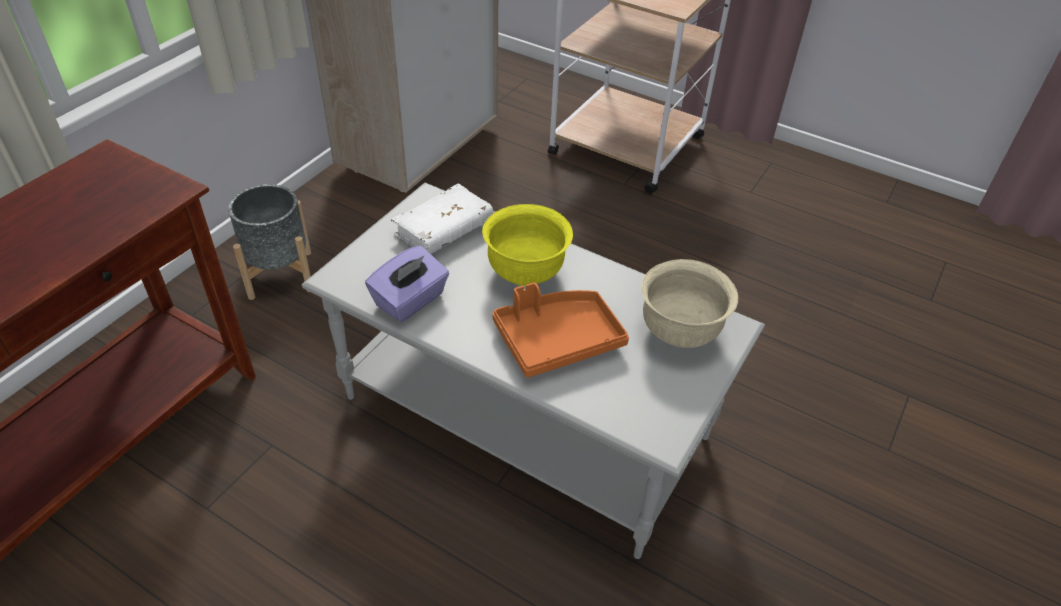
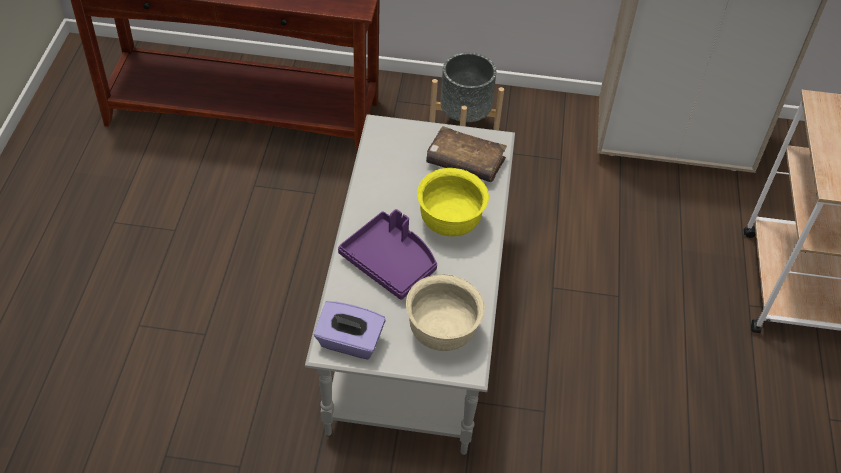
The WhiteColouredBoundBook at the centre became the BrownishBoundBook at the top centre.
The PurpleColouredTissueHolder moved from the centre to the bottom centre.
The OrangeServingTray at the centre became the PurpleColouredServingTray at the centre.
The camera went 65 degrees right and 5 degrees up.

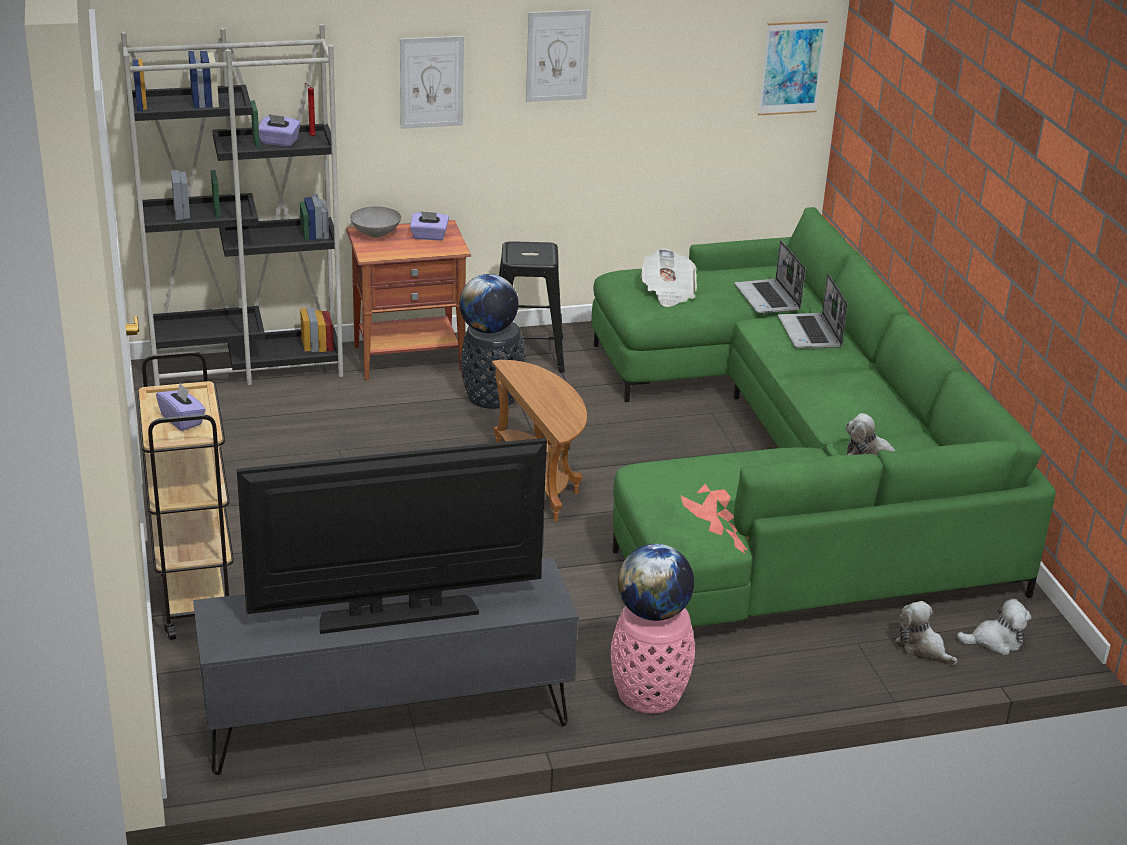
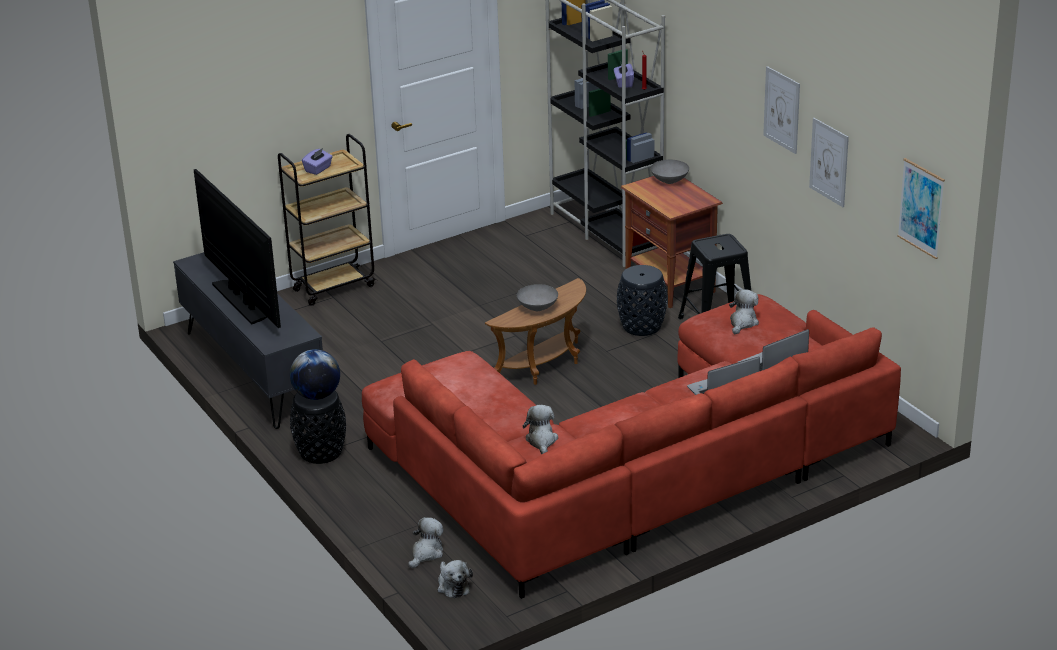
The WallArt (no. 1 from left in the first image) moved from the top centre to the top right.
The GreenSettee at the middle right became the RedSettee at the bottom centre.
The PurpleColouredTissueHolder (no. 3 from left) at the top centre disappeared.
The PrintedPaper at the top centre was replaced by the PlushToy (no. 4 from left) at the middle right.
The Globe (no. 1 from left) at the centre disappeared.
The PinkColouredSittingStool at the bottom centre became the BlackColouredSittingStool (no. 1 from left) at the middle left.
The GreyServingBowl (no. 1 from left) at the centre appeared.
The camera went 75 degrees right and 0 degrees up.

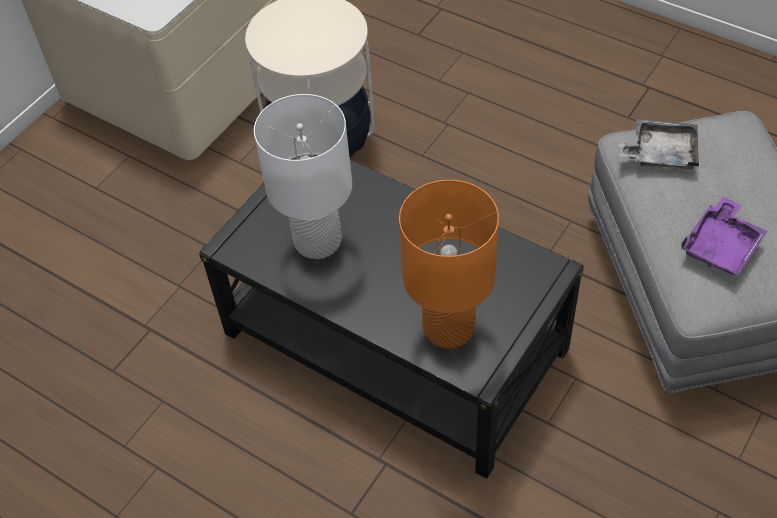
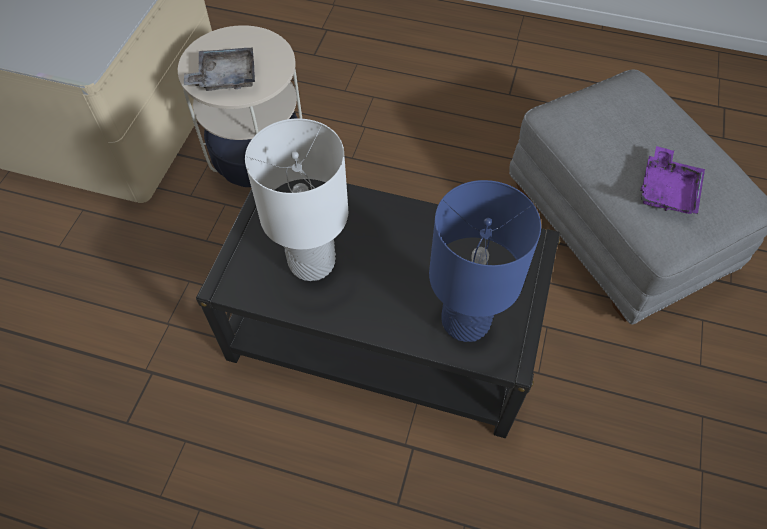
The GreyServingTray moved from the top right to the top left.
The OrangeTabletopLamp at the centre became the BlueTabletopLamp at the centre.
The camera went 20 degrees left and 5 degrees up.

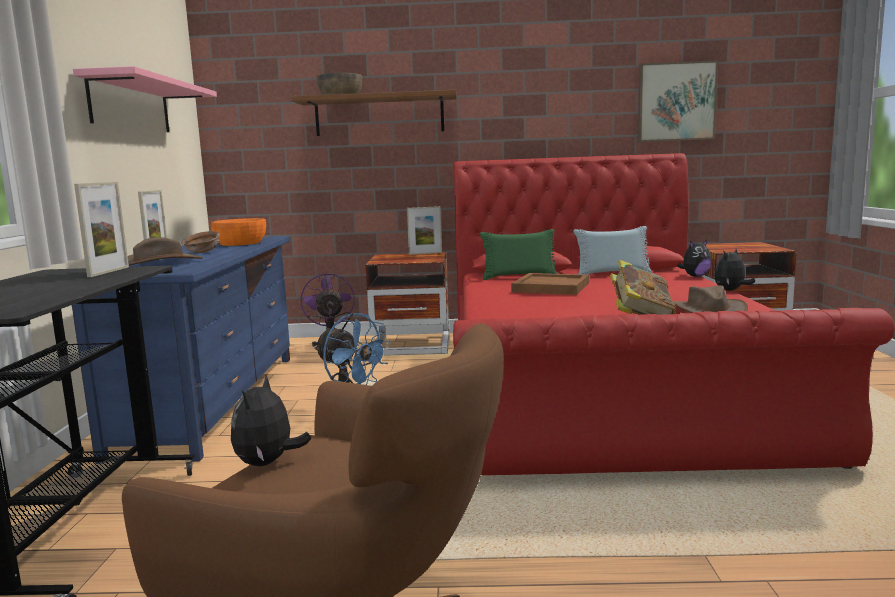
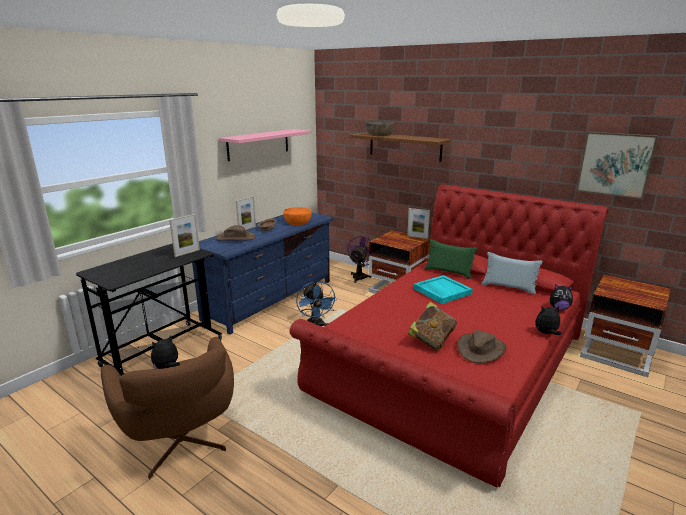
The BrownishServingTray at the centre became the BlueGreenServingTray at the centre.
The camera went 35 degrees right and 10 degrees up.

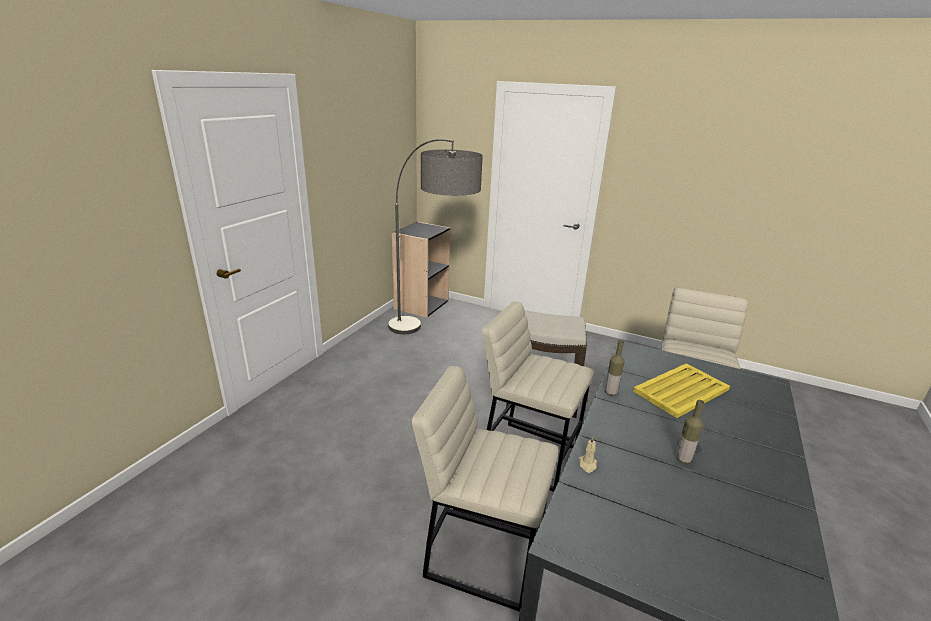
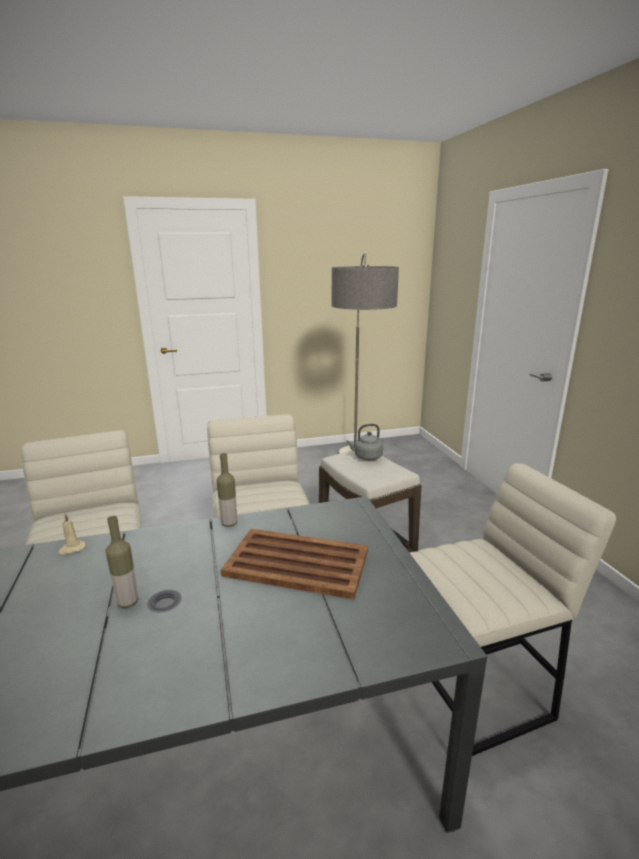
The BlackColouredBookshelf at the centre disappeared.
The YellowColouredServingTray at the middle right became the BrownishServingTray at the centre.
The GreyKettle at the centre appeared.
The camera went 50 degrees right and 5 degrees down.

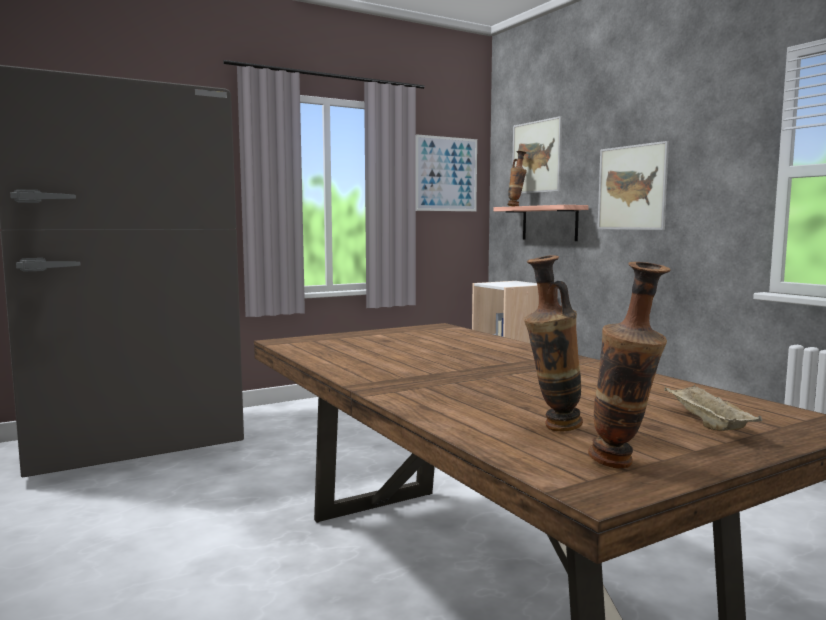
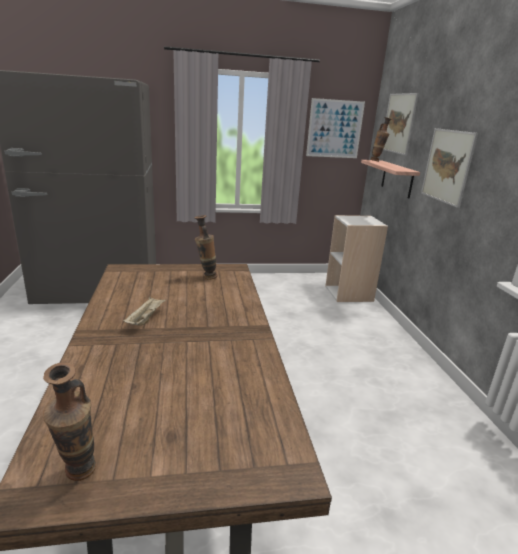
The FlowerVase (no. 2 from left) moved from the middle right to the centre.
The BeigeServingTray moved from the middle right to the middle left.
The camera went 20 degrees right and 15 degrees up.

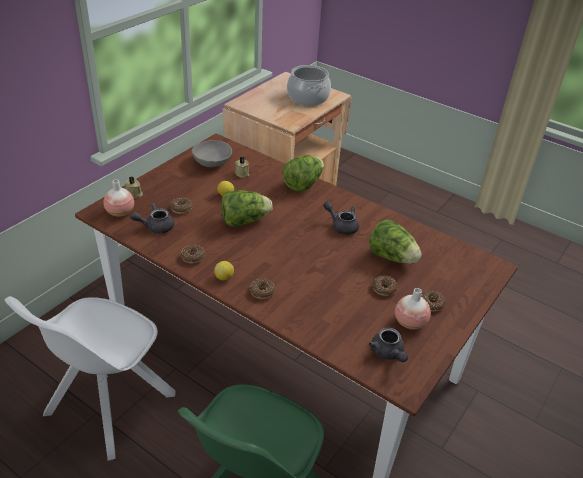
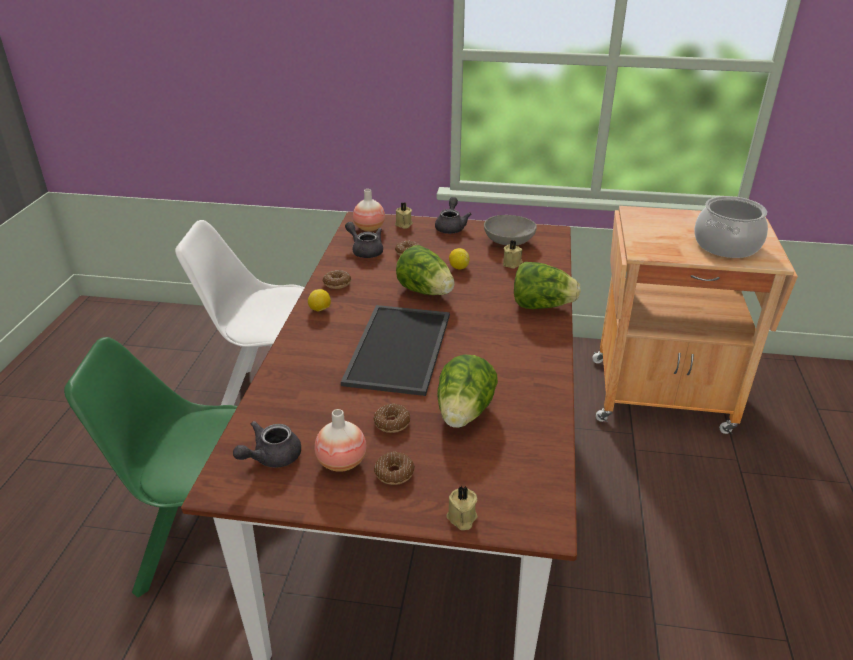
The GreyPotForTea (no. 2 from left in the first image) moved from the centre to the top centre.
The Donut (no. 3 from left) at the centre disappeared.
The ServingTray at the centre appeared.
The BeigeWaxCandle (no. 2 from left) at the bottom centre appeared.
The camera went 65 degrees right and 5 degrees down.

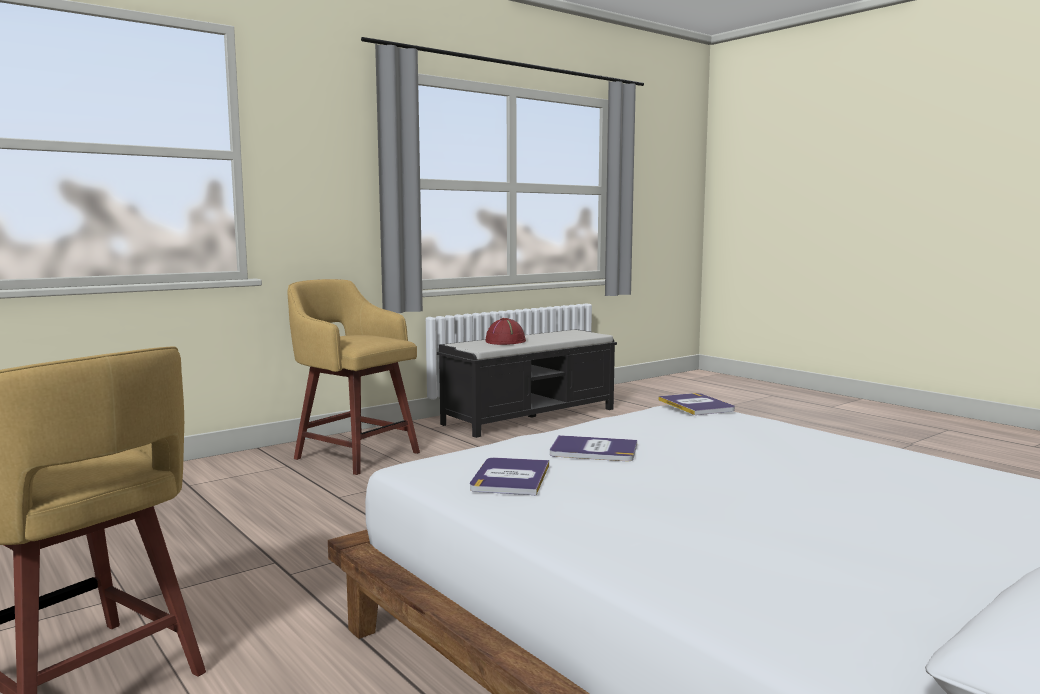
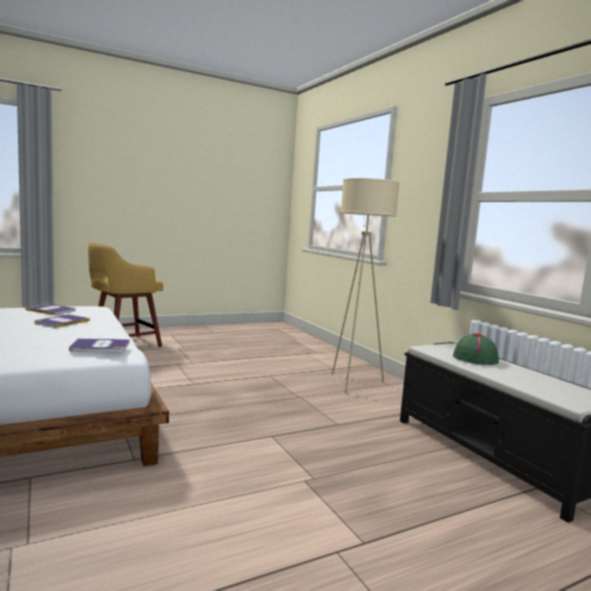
The YellowColouredSittingStool (no. 2 from left) at the centre was replaced by the BeigeStandardLamp at the centre.
The RedWearableHat at the centre became the GreenWearableHat at the middle right.
The camera went 100 degrees right and 0 degrees up.

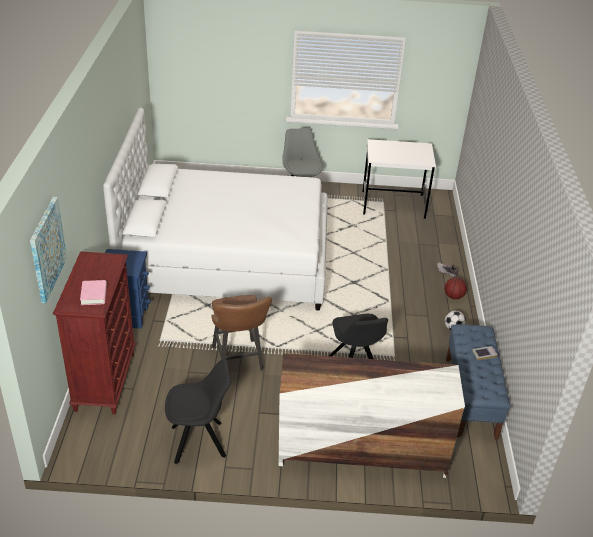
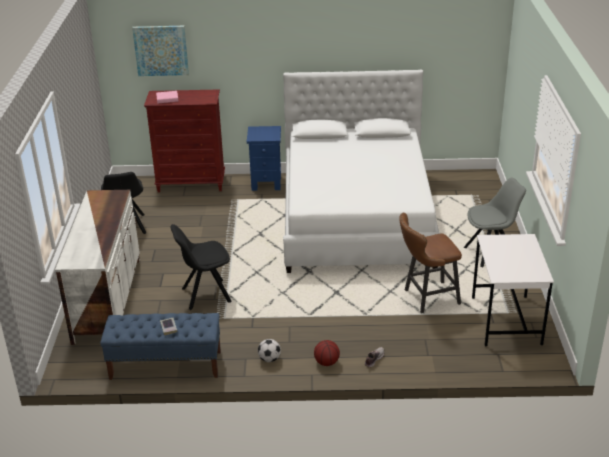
The BrownishSittingStool moved from the centre to the middle right.
The camera went 90 degrees right and 5 degrees down.

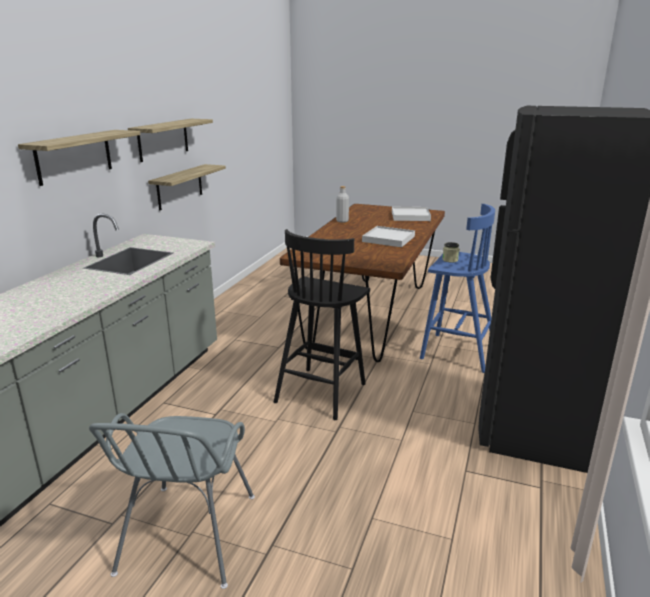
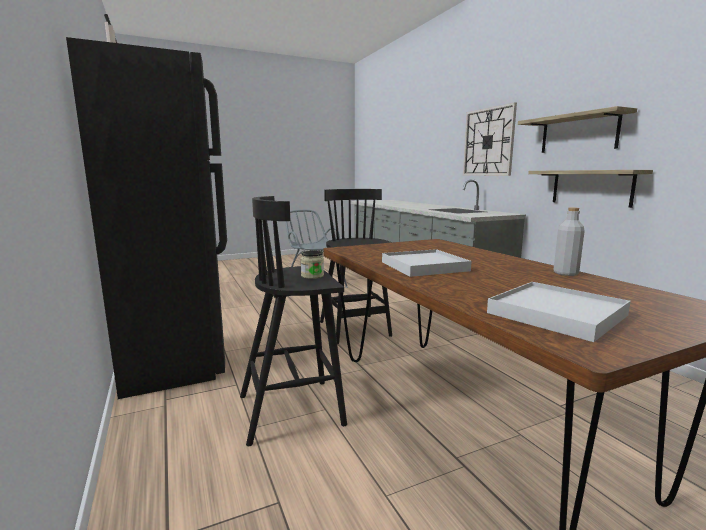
The WallShelf (no. 1 from left) at the top left was replaced by the HangingClock at the top right.
The BlueSittingStool at the middle right became the BlackColouredSittingStool (no. 1 from left) at the centre.
The camera went 135 degrees right and 10 degrees down.

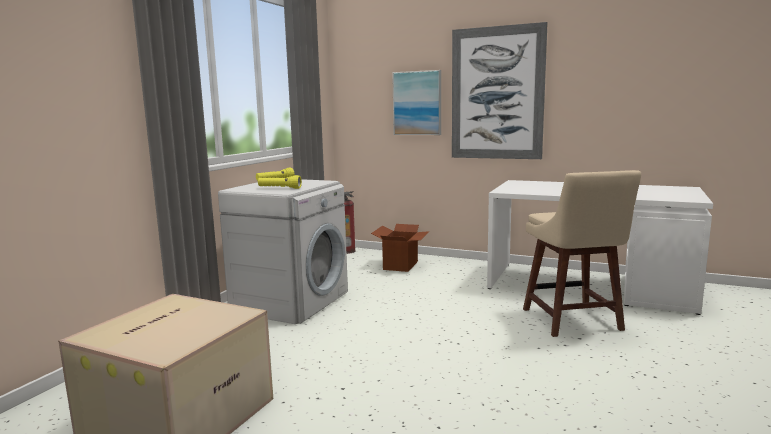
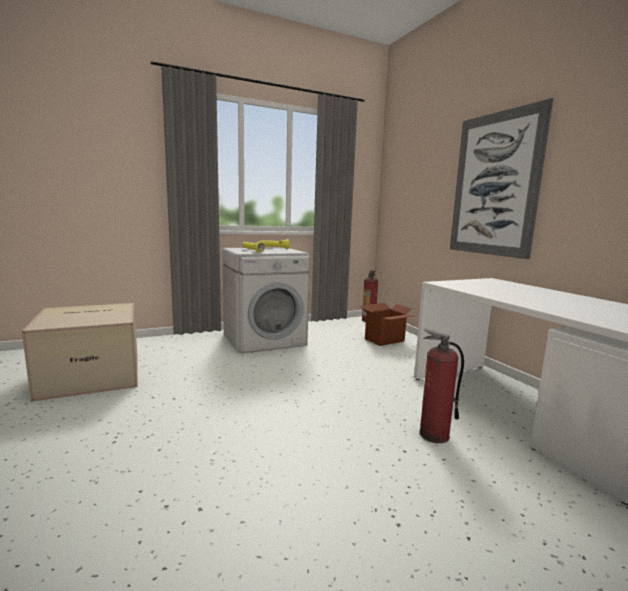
The WallArt (no. 1 from left) at the top centre disappeared.
The BeigeSittingStool at the middle right was replaced by the FireFightingCylinder (no. 2 from left) at the middle right.
The camera went 40 degrees right and 0 degrees up.

